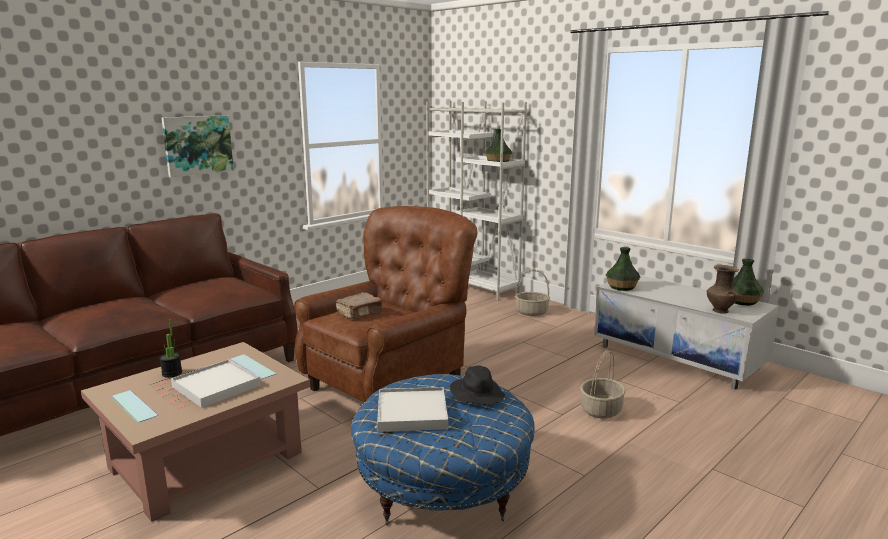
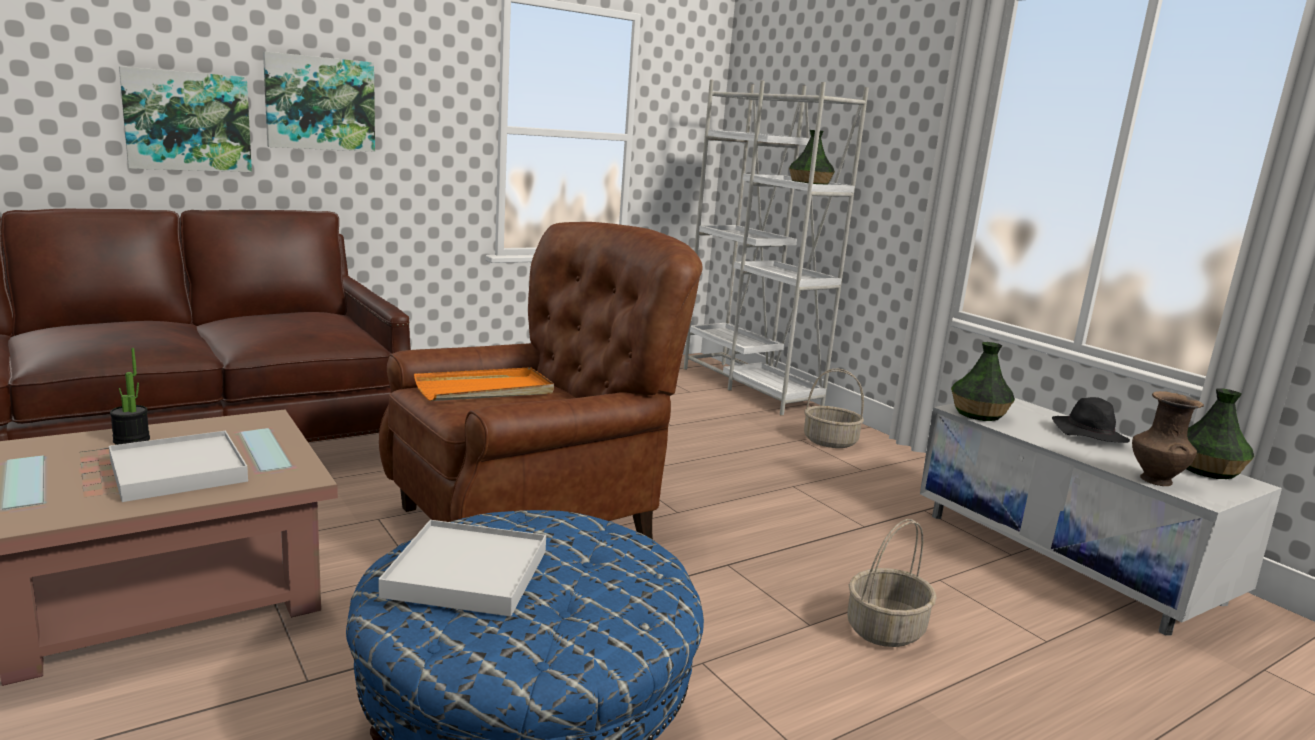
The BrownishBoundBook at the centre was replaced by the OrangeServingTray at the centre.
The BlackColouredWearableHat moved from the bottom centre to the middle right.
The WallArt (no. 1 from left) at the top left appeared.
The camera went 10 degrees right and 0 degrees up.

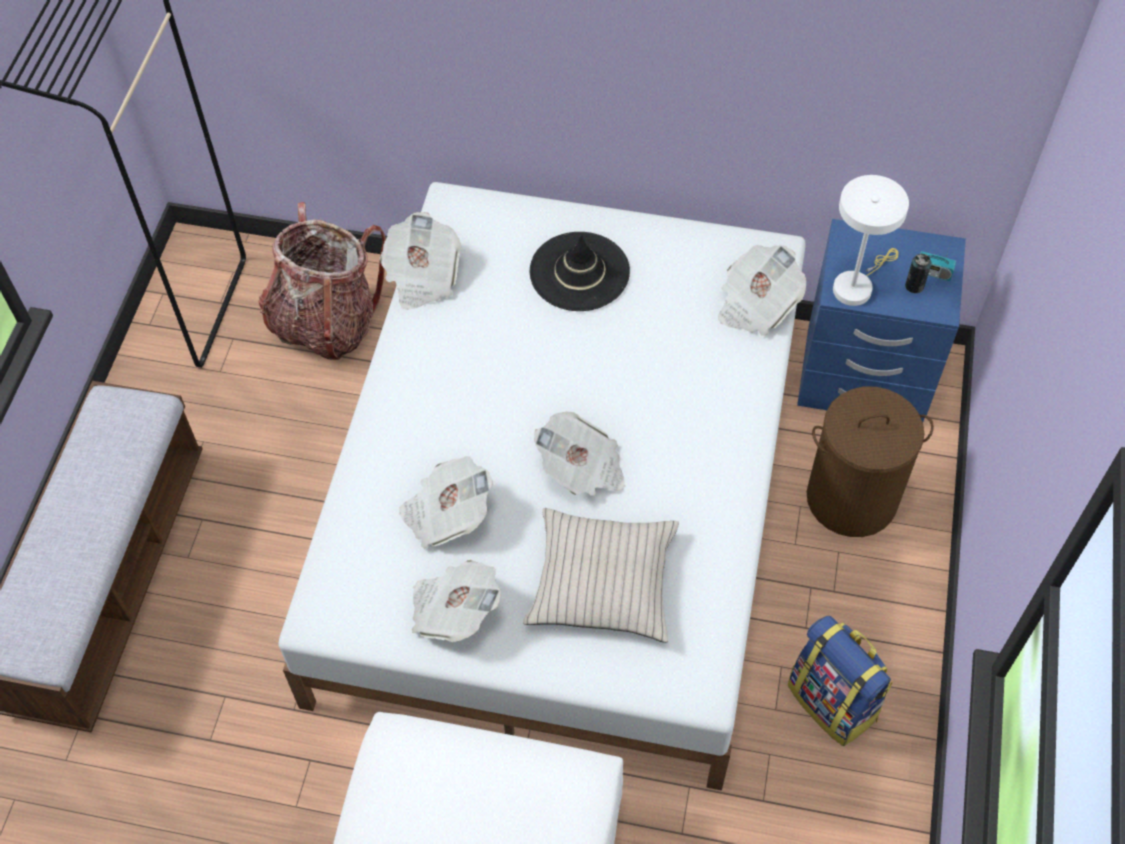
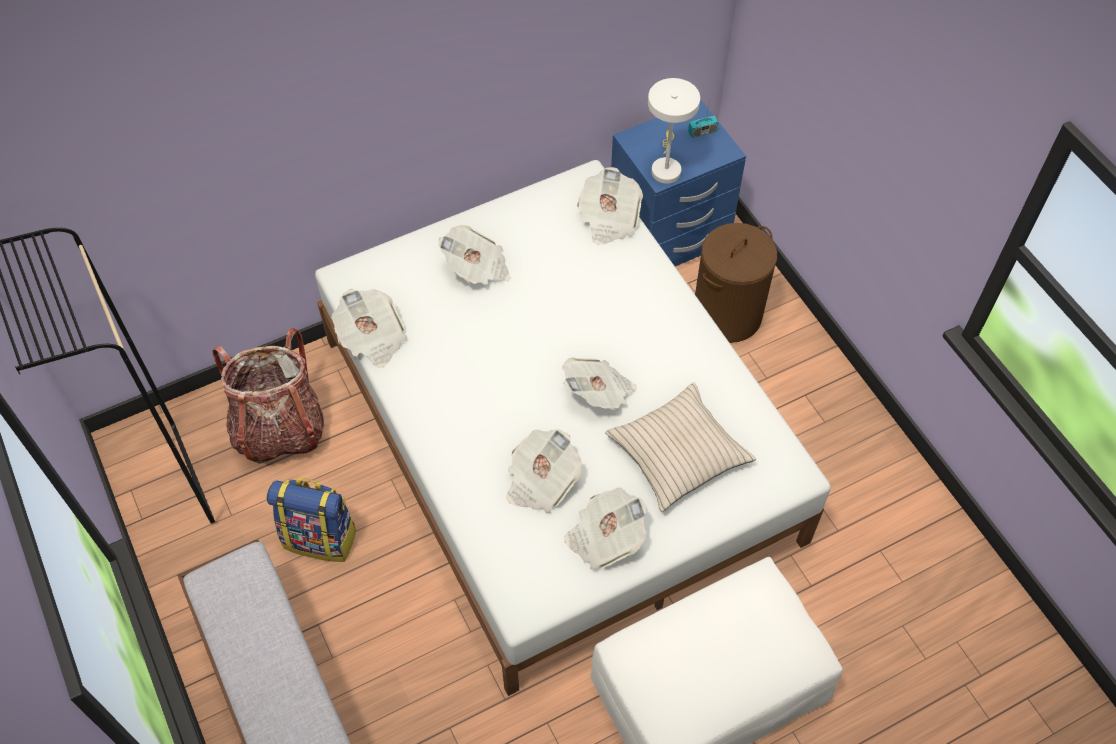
The BlackColouredWearableHat at the top centre was replaced by the PrintedPaper (no. 2 from left) at the centre.
The Can at the top right disappeared.
The Knapsack (no. 2 from left) moved from the bottom right to the bottom left.
The camera went 40 degrees left and 0 degrees up.

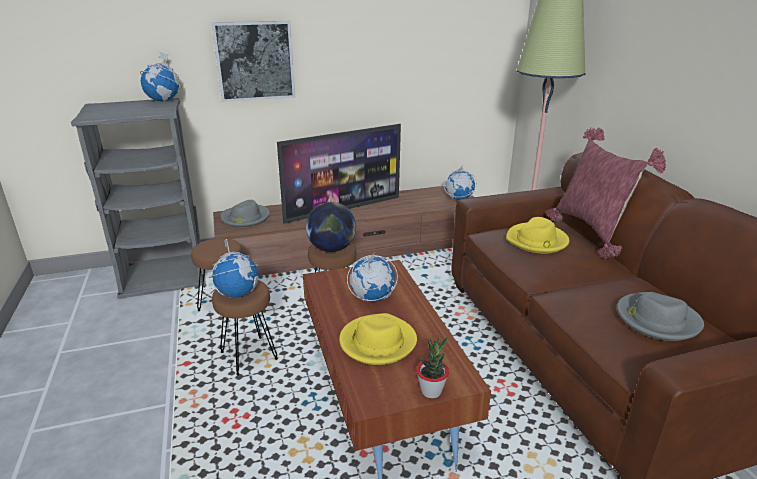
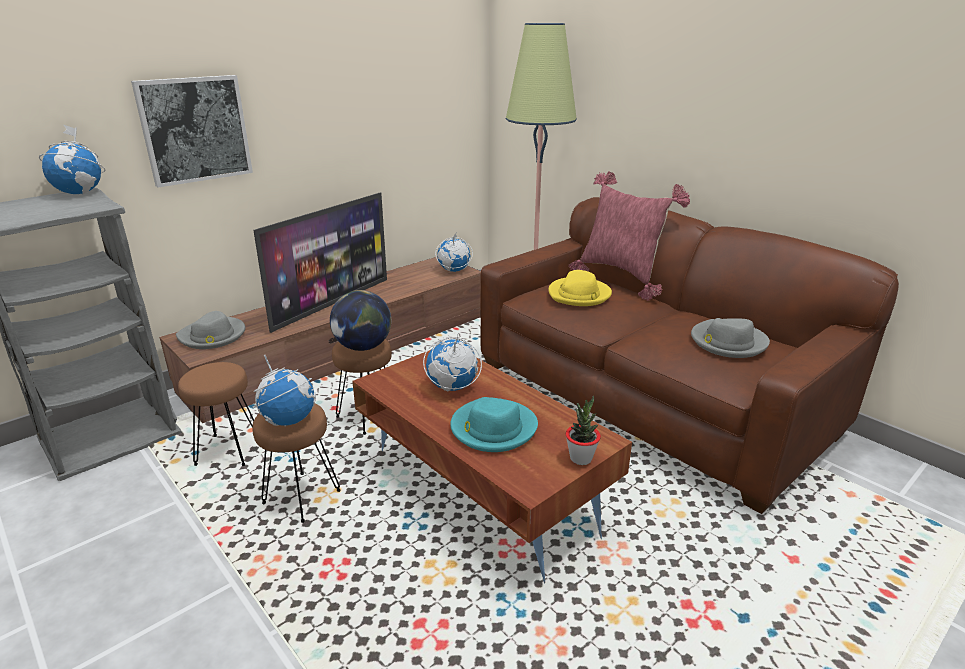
The YellowColouredWearableHat (no. 1 from left) at the bottom centre became the BlueGreenWearableHat at the centre.
The camera went 25 degrees left and 0 degrees up.

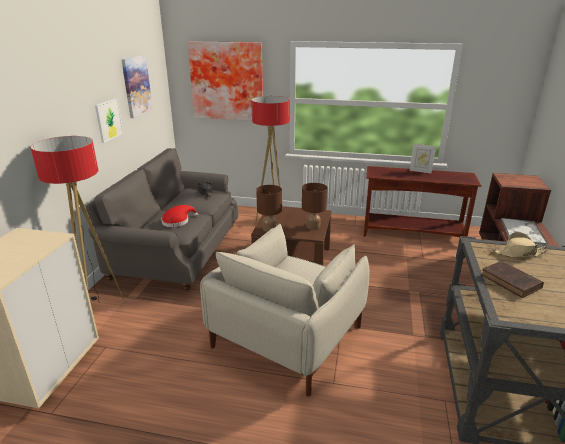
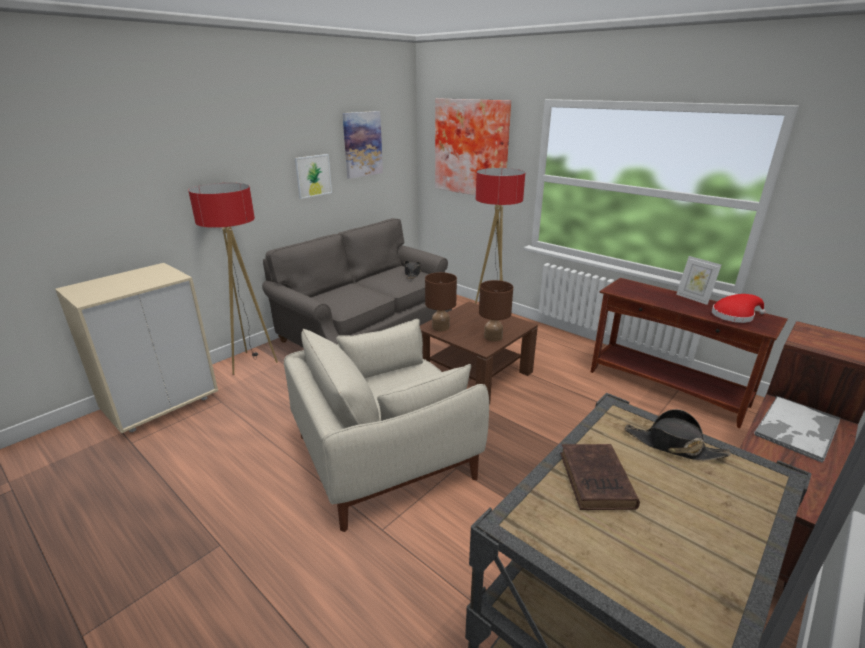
The RedWearableHat moved from the middle left to the middle right.
The BeigeWearableHat at the middle right became the BlackColouredWearableHat (no. 2 from left) at the bottom right.
The camera went 30 degrees right and 0 degrees up.

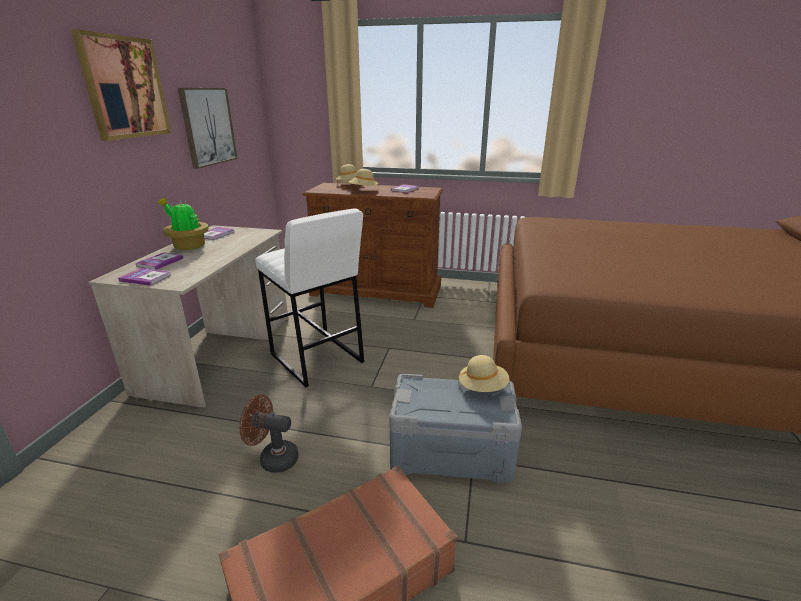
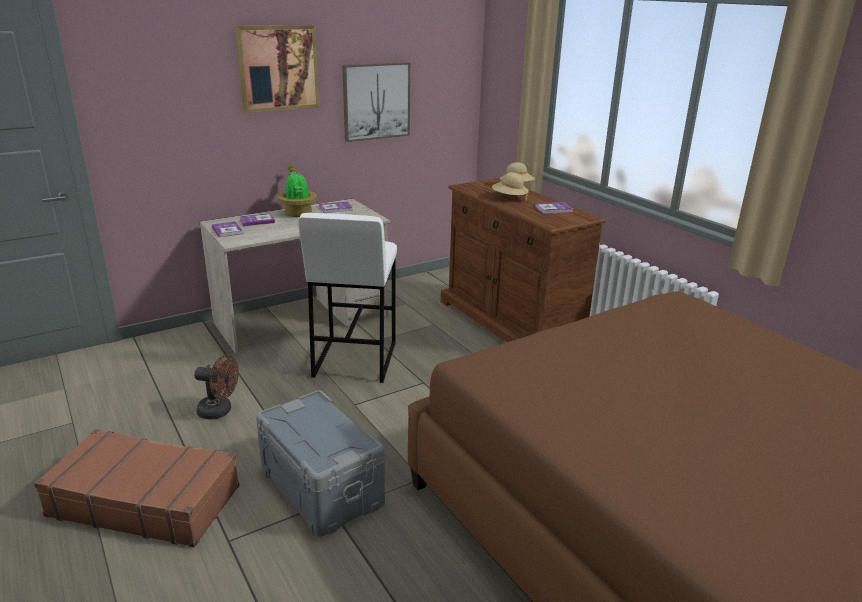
The BeigeWearableHat (no. 3 from left) at the centre disappeared.
The BrownishFan at the bottom centre turned 135 degrees clockwise.
The camera went 45 degrees right and 0 degrees up.

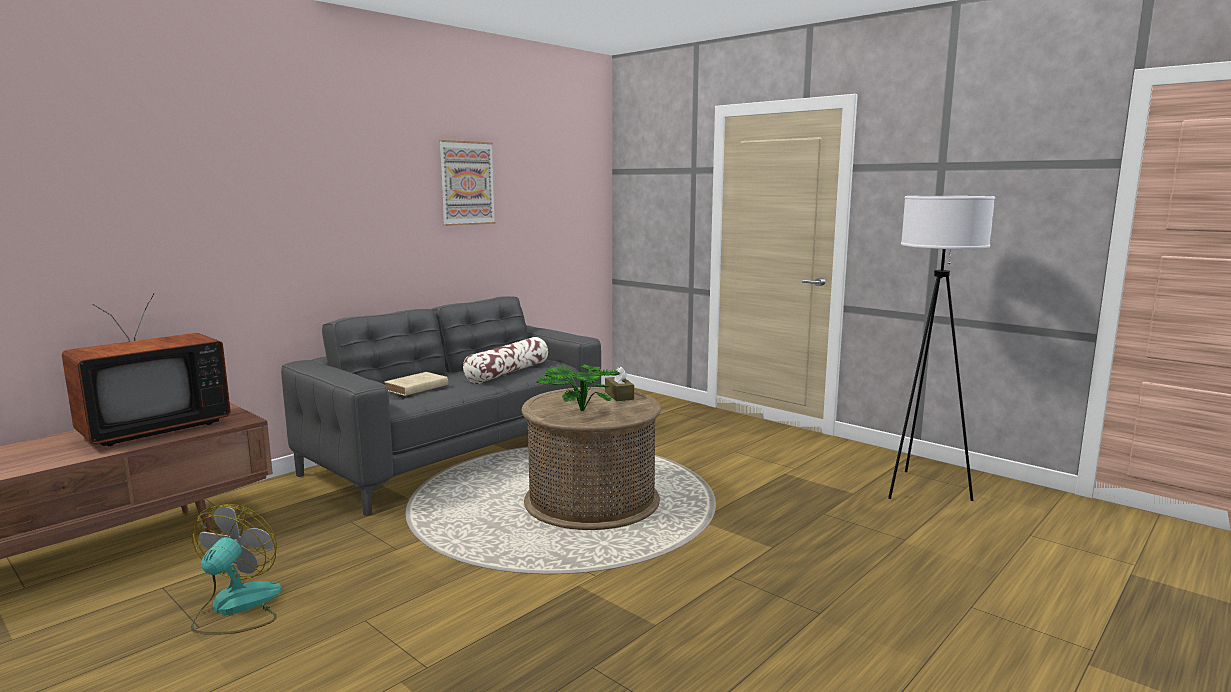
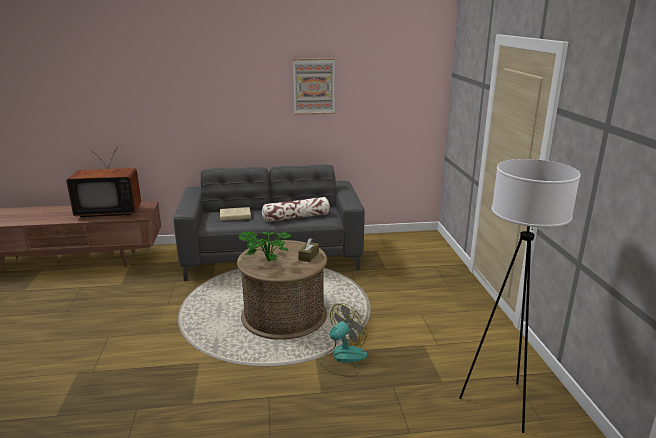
The Fan moved from the bottom left to the bottom centre.
The camera went 40 degrees right and 10 degrees up.

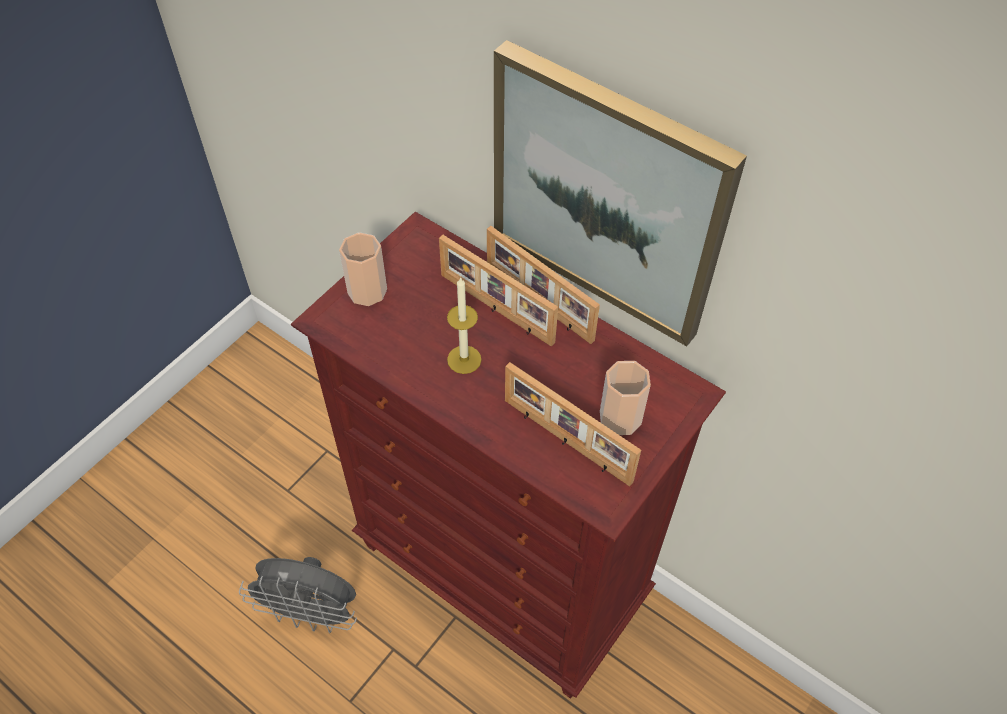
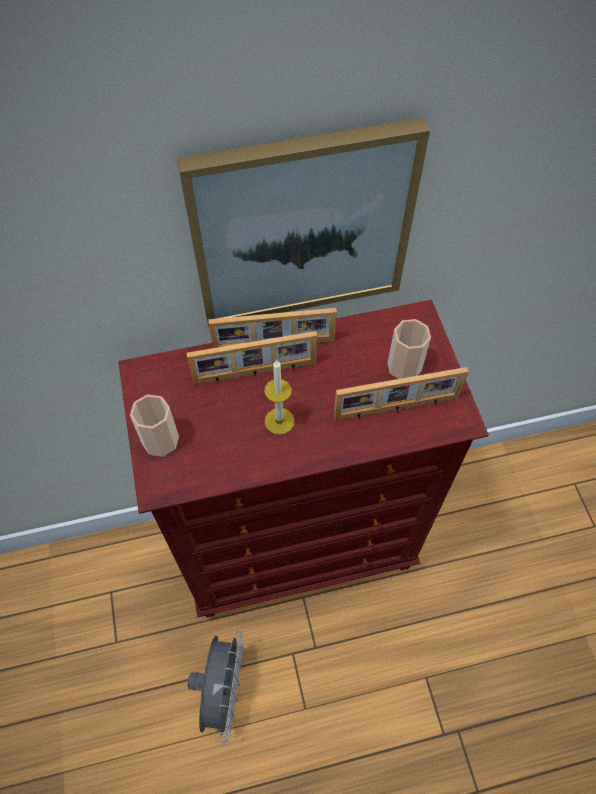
The GreyFan at the bottom left turned 45 degrees counterclockwise.
The camera went 50 degrees left and 5 degrees up.

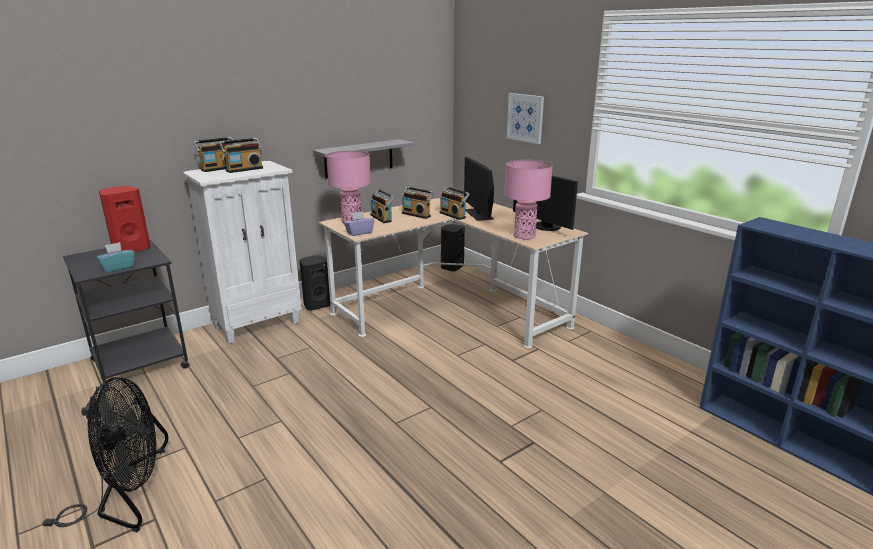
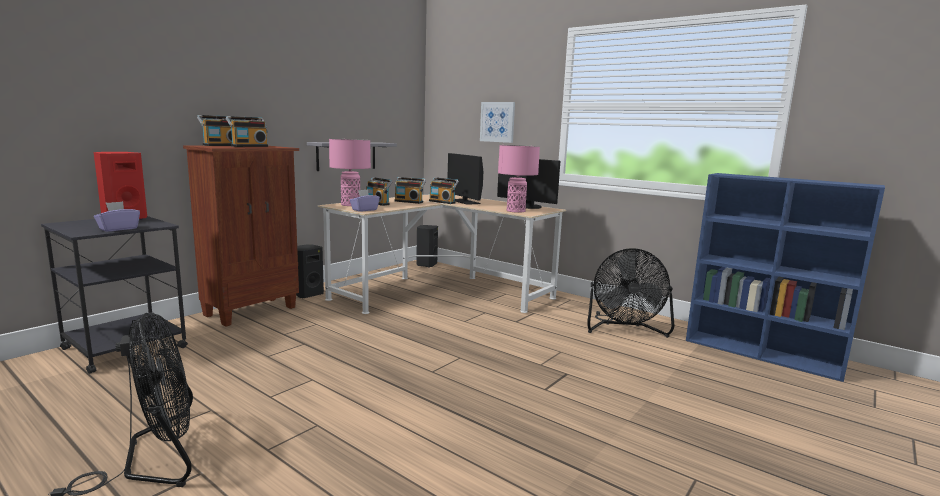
The WhiteColouredStorageCabinet at the middle left became the BrownishStorageCabinet at the middle left.
The BlueGreenTissueHolder at the middle left became the PurpleColouredTissueHolder (no. 1 from left) at the middle left.
The BlackColouredFan (no. 2 from left) at the middle right appeared.
The camera went 15 degrees left and 10 degrees down.

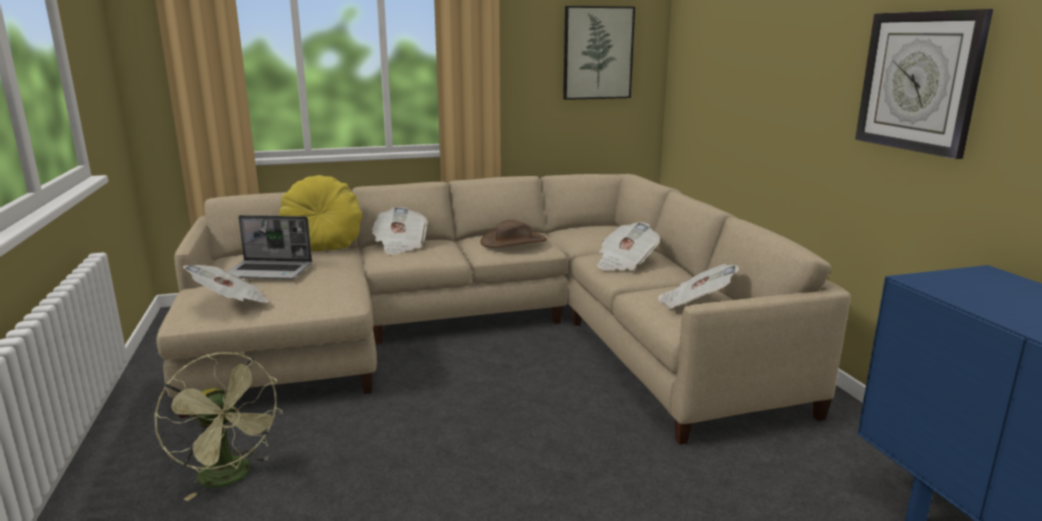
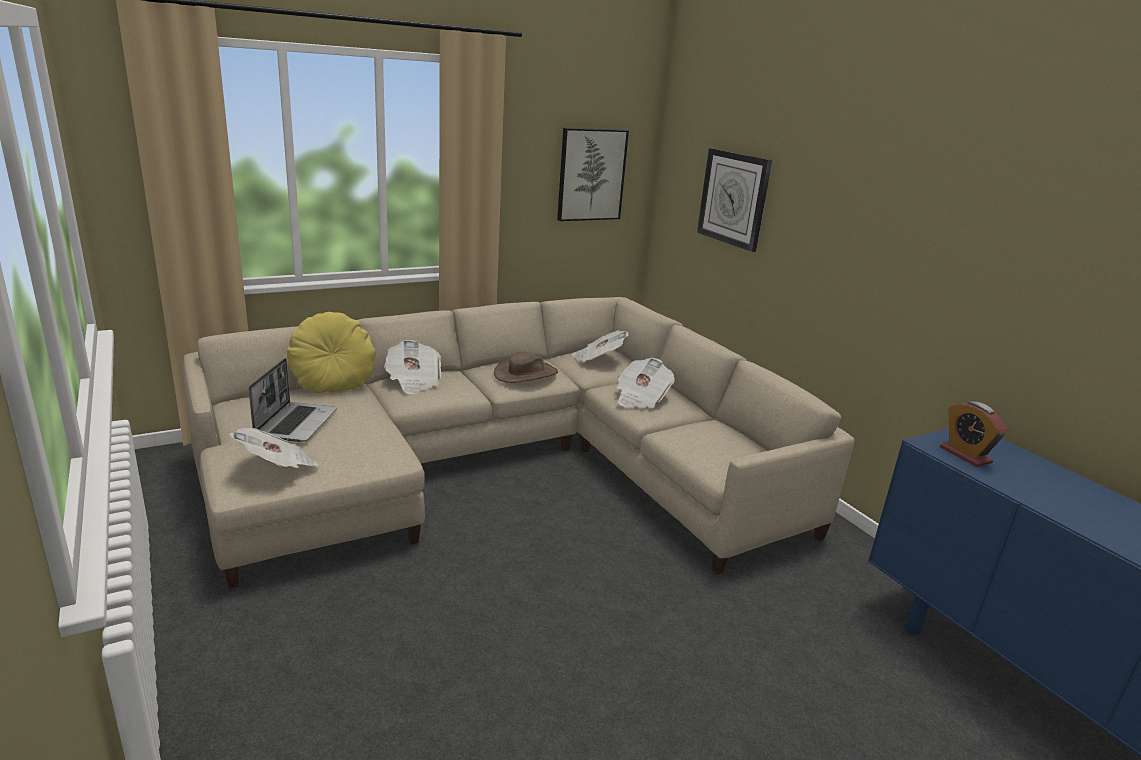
The HangingClock moved from the top right to the top centre.
The PortableComputer at the middle left turned 75 degrees counterclockwise.
The PrintedPaper (no. 4 from left in the first image) moved from the middle right to the centre.
The GreenFan at the bottom left disappeared.
The BedsideClock at the middle right appeared.
The camera went 15 degrees left and 5 degrees up.

